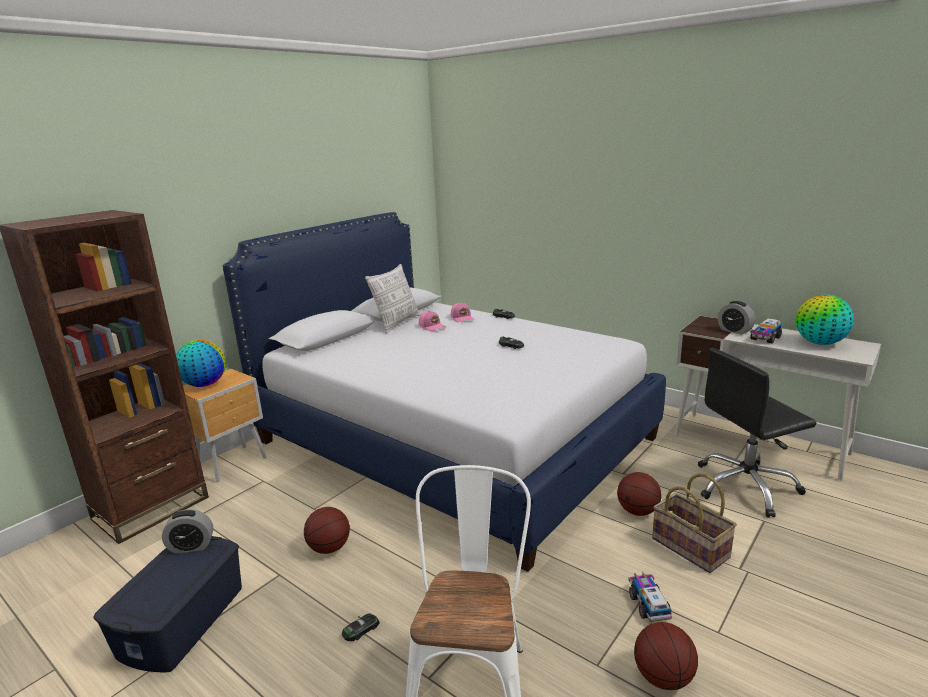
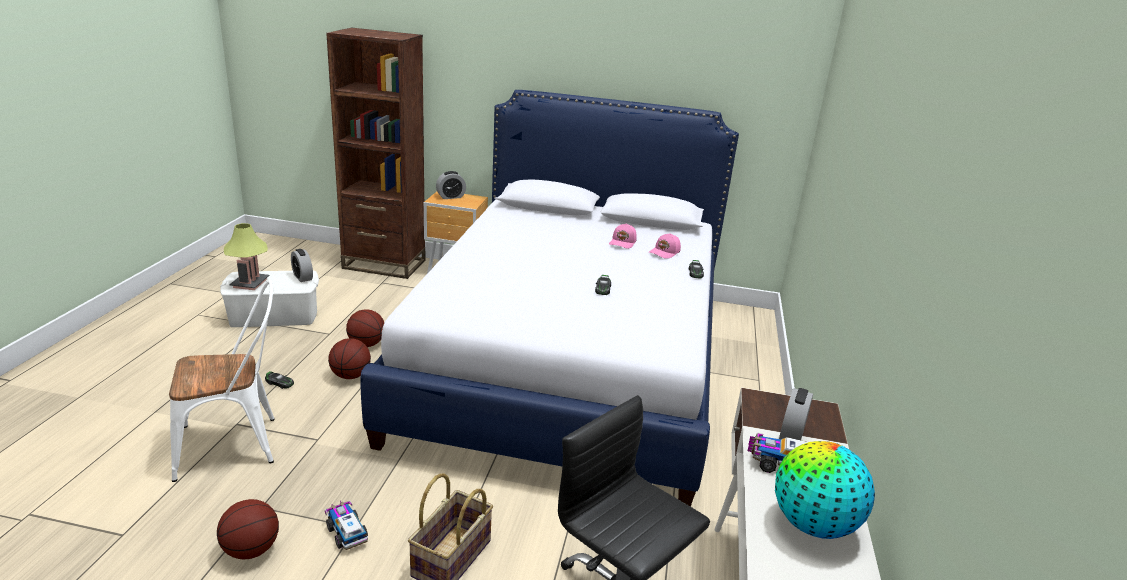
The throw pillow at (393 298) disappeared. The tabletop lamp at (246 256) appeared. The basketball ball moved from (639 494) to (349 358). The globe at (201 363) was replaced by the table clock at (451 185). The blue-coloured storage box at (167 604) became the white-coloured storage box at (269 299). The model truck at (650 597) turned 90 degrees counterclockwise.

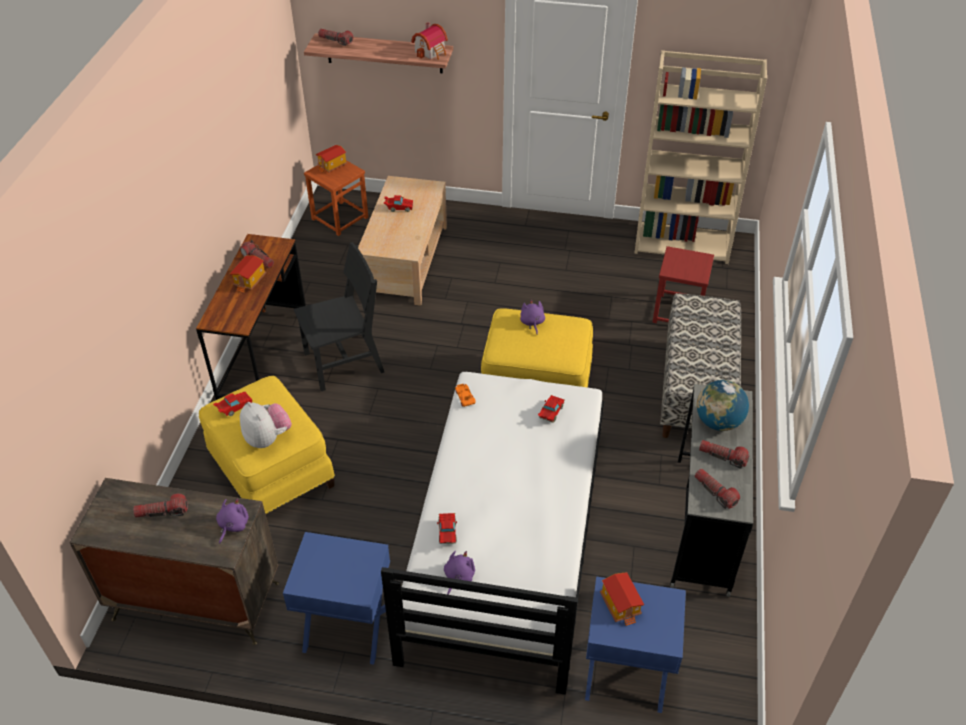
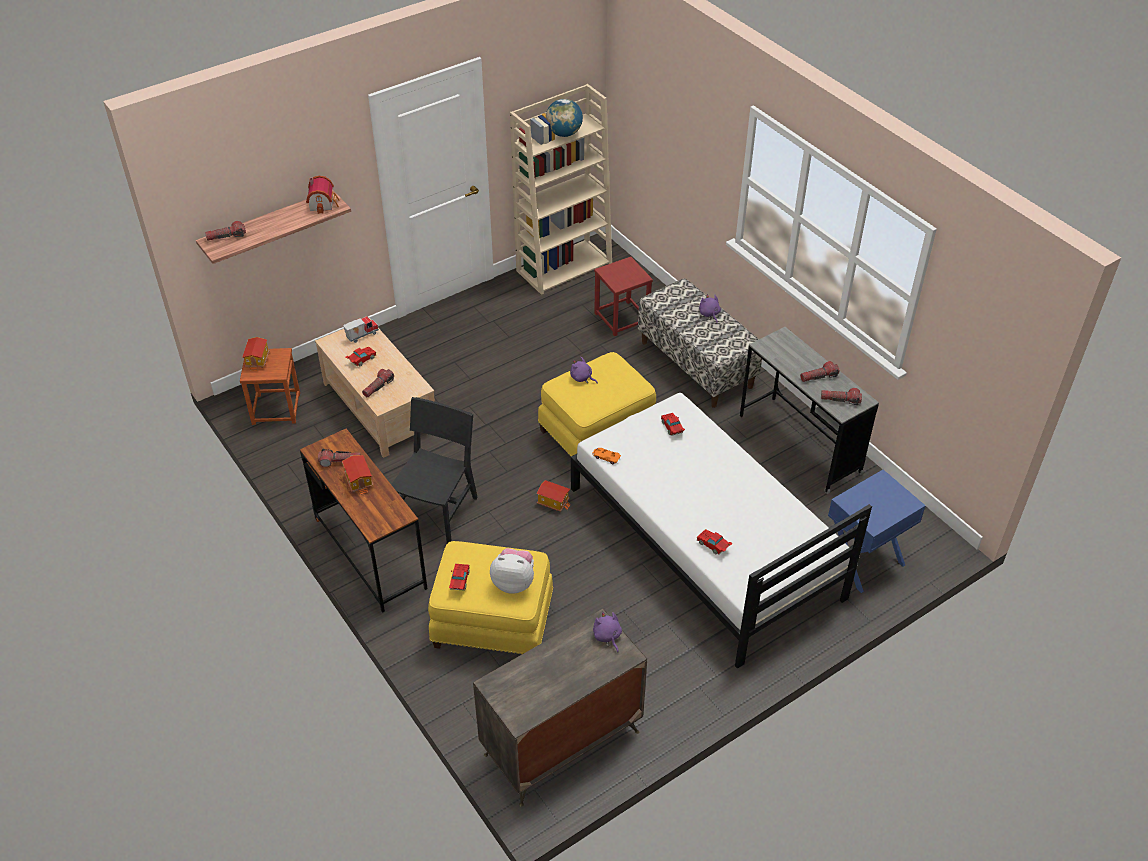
The blue-coloured nightstand at (336 598) disappeared. The model truck at (361 329) appeared. The hand torch moved from (160 505) to (378 383). The purple cuddly toy moved from (459 573) to (710 308). The toy house moved from (622 599) to (553 496). The globe moved from (723 405) to (564 118).

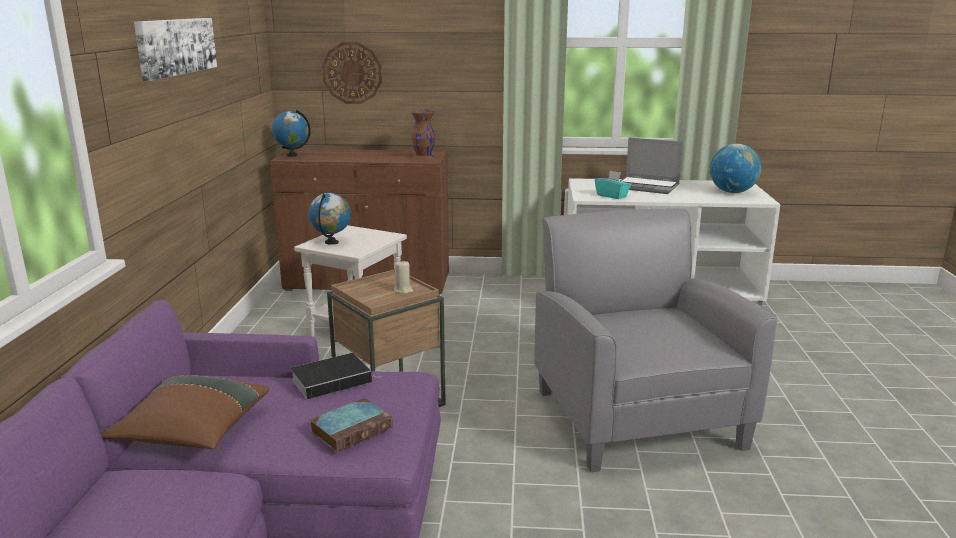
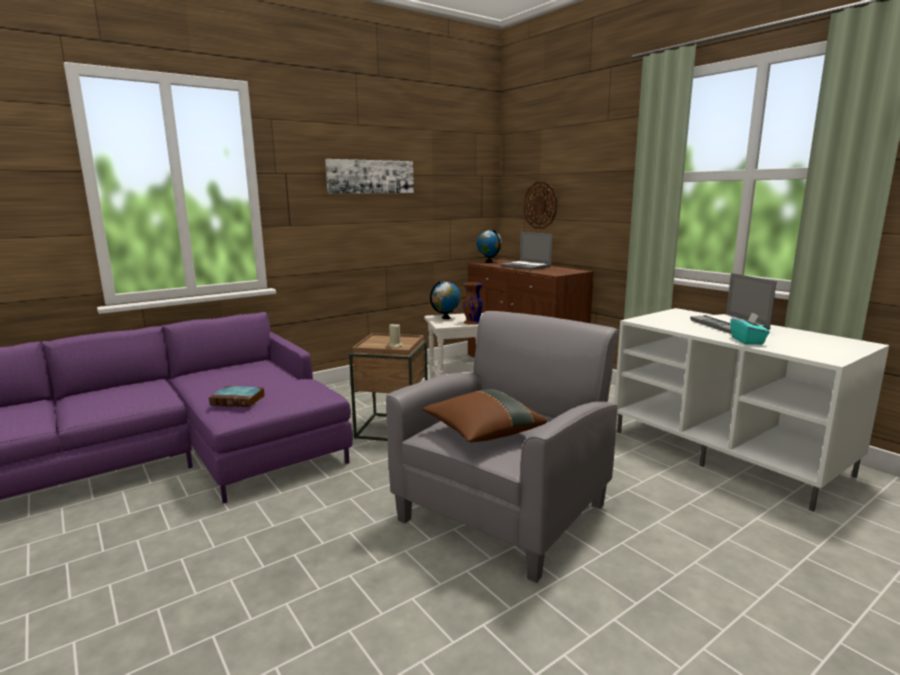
The book at (336 376) disappeared. The globe at (735 168) disappeared. The laptop at (526 251) appeared. The brown-coloured throw pillow moved from (185 412) to (485 415). The brown-coloured decorative vase moved from (423 135) to (473 303). The blue-green box of tissues moved from (613 185) to (750 329).

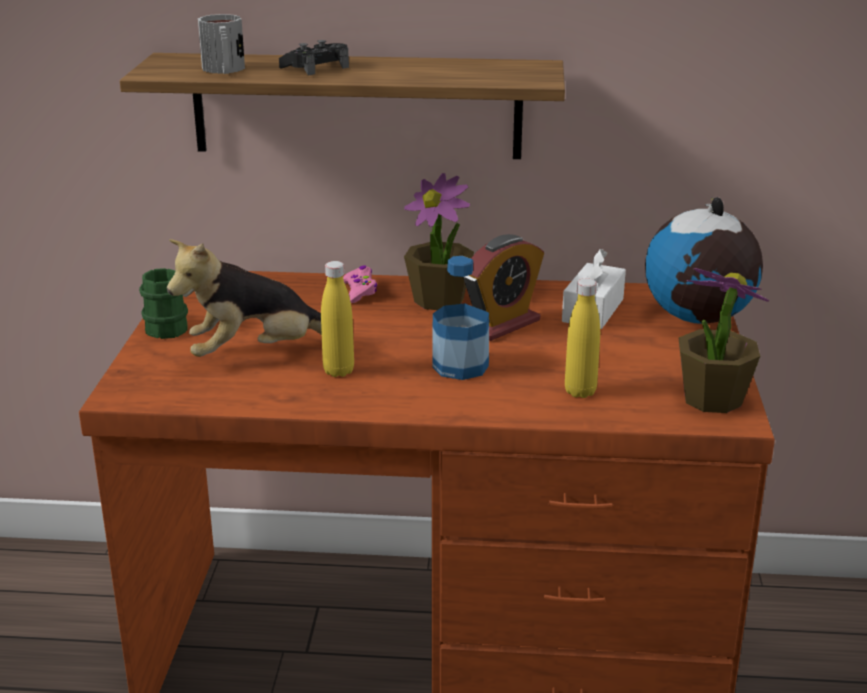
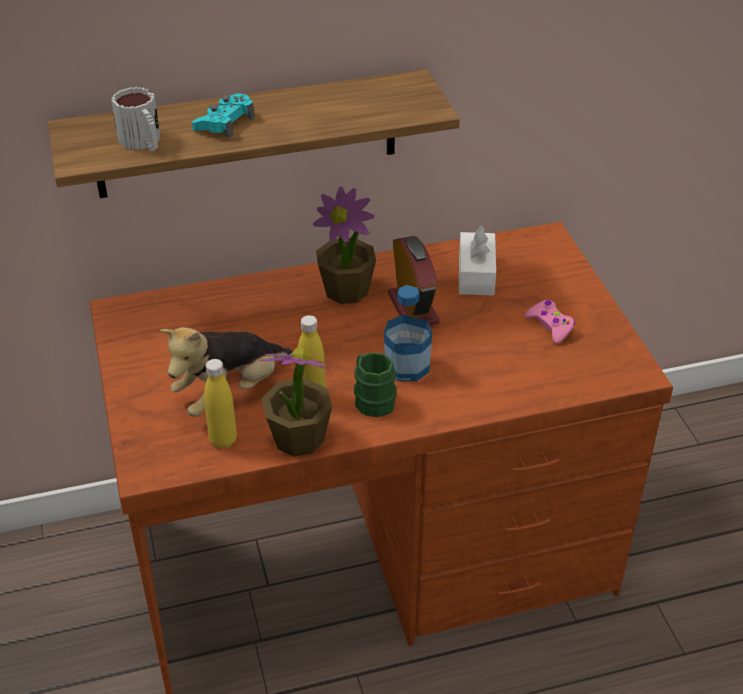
The globe at (704 260) disappeared. The green tea mug moved from (163 303) to (375 384). The pink gamepad moved from (360 284) to (550 322). The yellow-coloured drink bottle moved from (582 338) to (220 404). The potted plant moved from (724 340) to (296 402). The black gamepad at (314 57) became the blue-green gamepad at (223 116). The table clock at (503 287) turned 45 degrees counterclockwise.

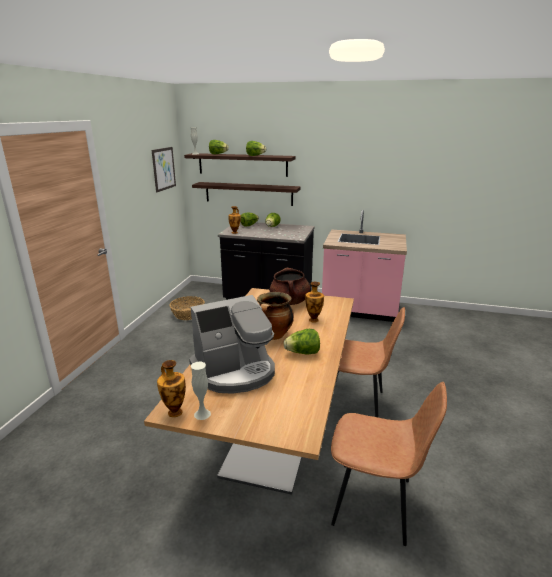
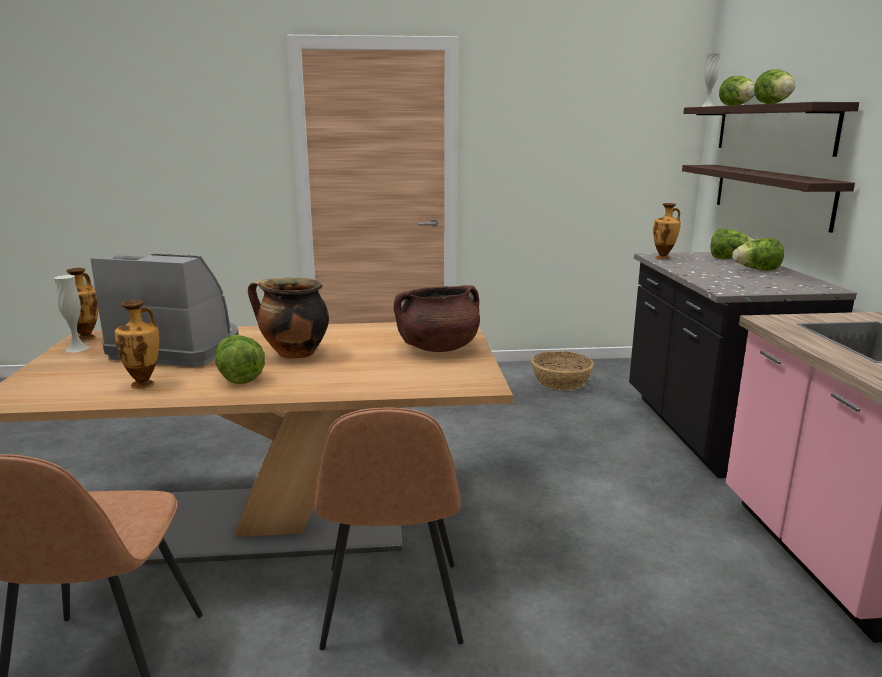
The wall art at (164 169) disappeared. The decorative vase moved from (314 302) to (137 344). The coffee maker at (232 344) turned 150 degrees clockwise.

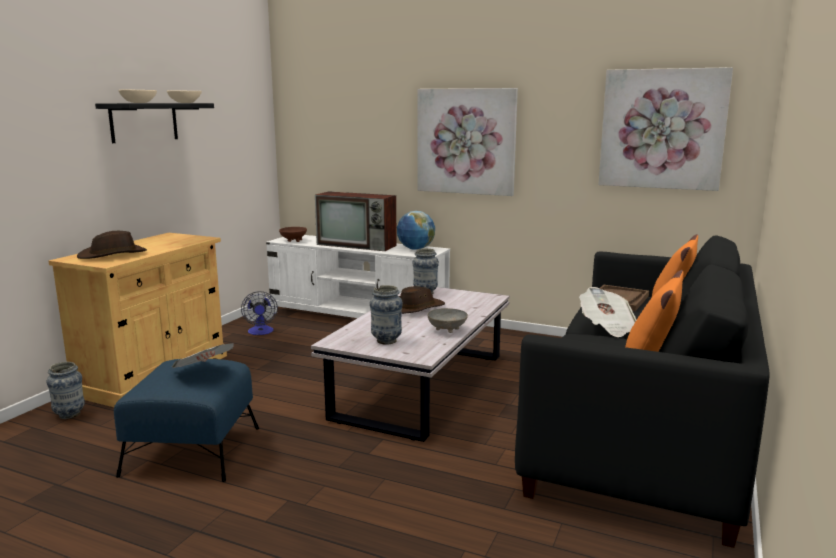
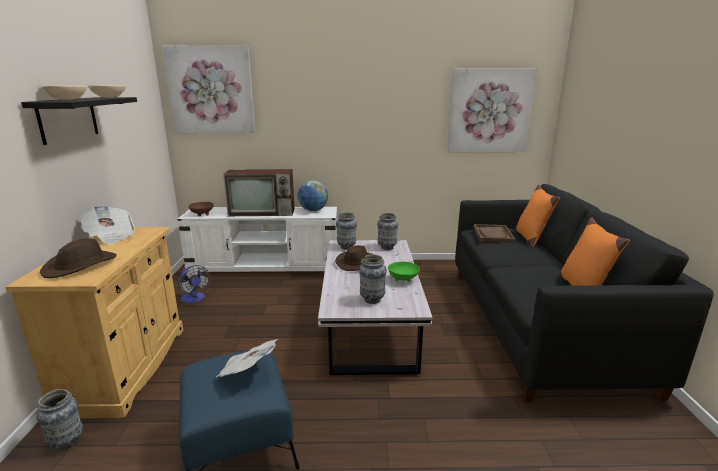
The decorative vase at (387 231) appeared. The wall art moved from (468 142) to (208 89). The daily paper moved from (607 312) to (108 225). The gray bowl at (447 320) became the green bowl at (404 272).

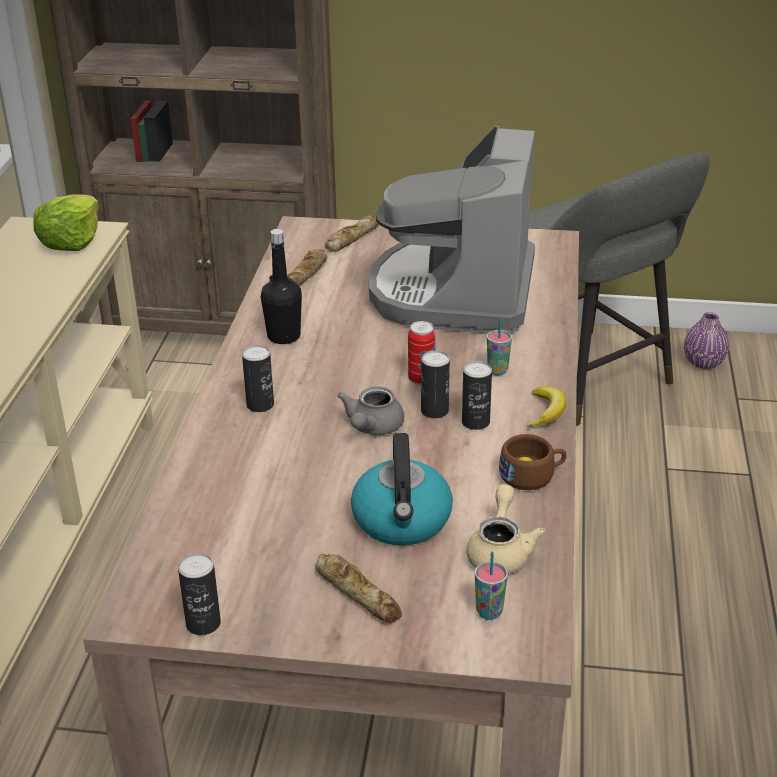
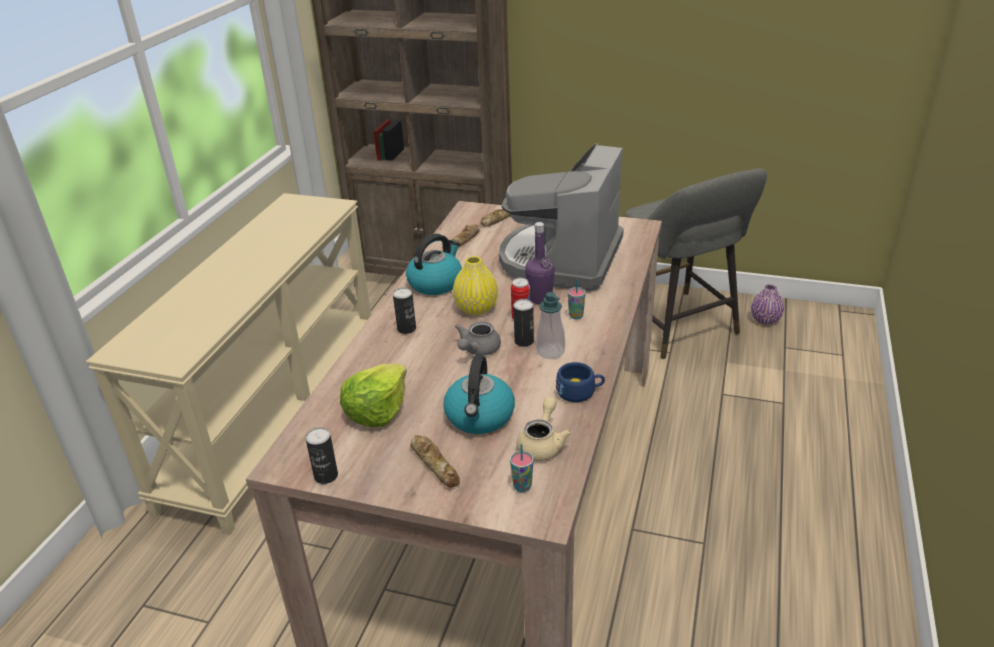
The whole banana at (546 407) disappeared. The yellow-coloured decorative vase at (475 285) appeared. The purple drink bottle at (540 263) appeared. The head of lettuce moved from (66 223) to (373 395). The black drink bottle at (281 286) was replaced by the water kettle at (434 264). The metal can at (477 395) was replaced by the soap dispenser at (550 325). The brown-coloured drinking cup at (532 462) became the blue-coloured drinking cup at (580 382).

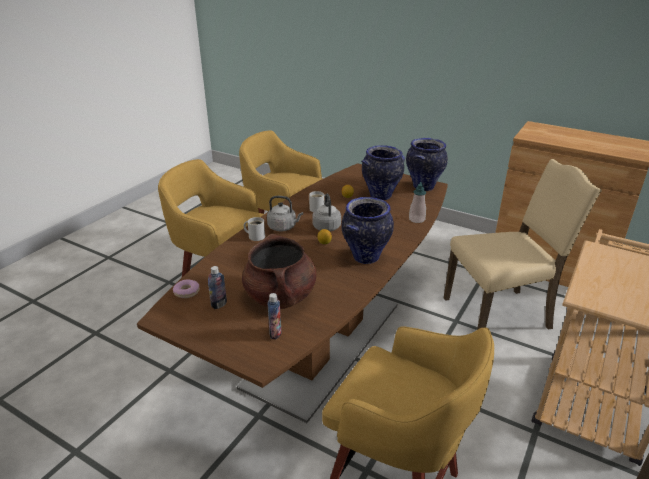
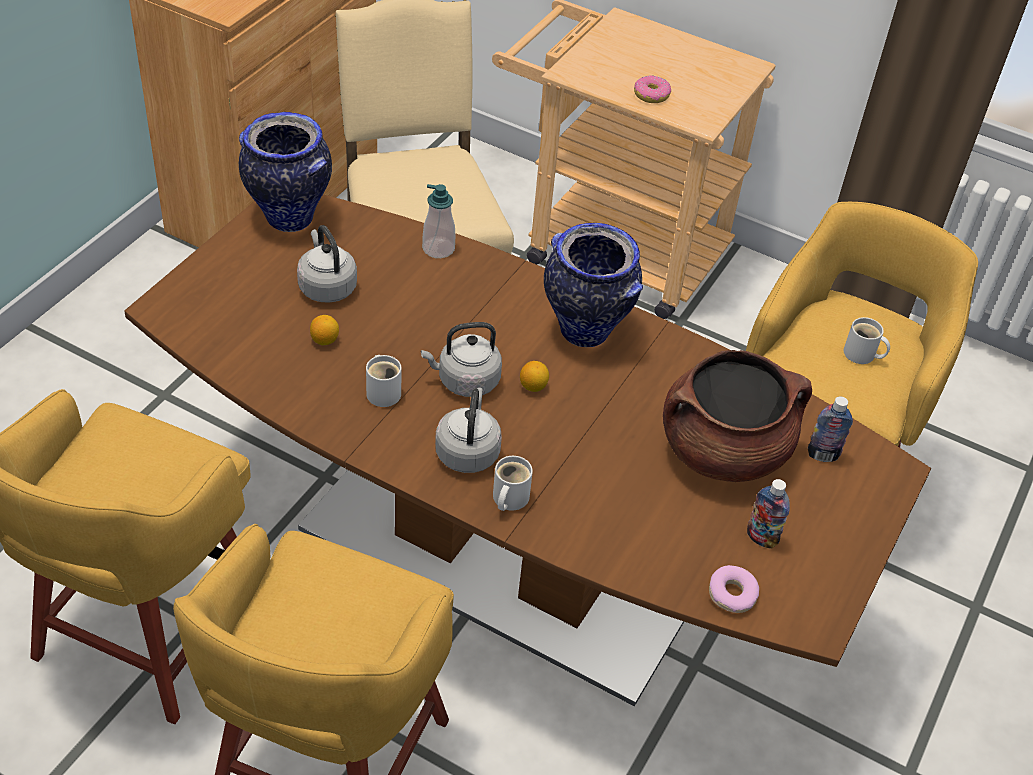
The donut at (652 89) appeared. The white-coloured tea mug at (867 340) appeared. The decorative vase at (383 173) was replaced by the gray water kettle at (327 264).

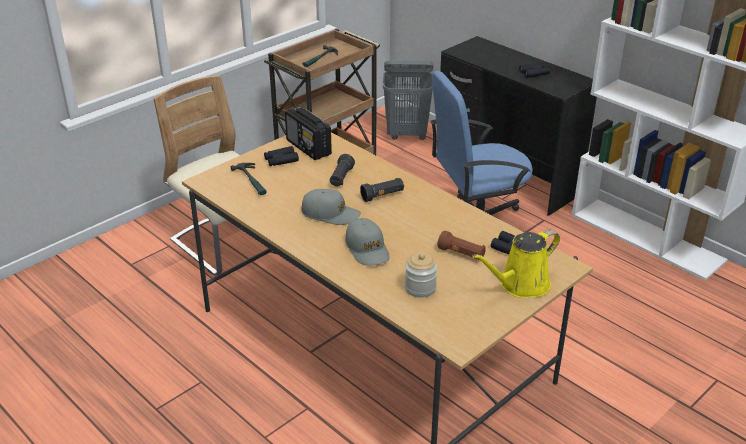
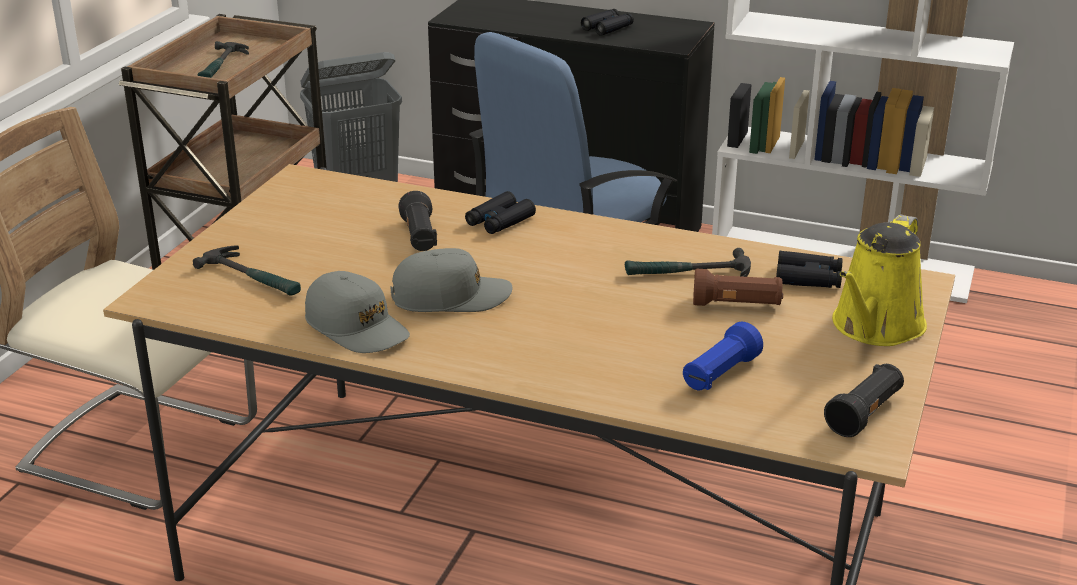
The radio at (308 133) disappeared. The hand hammer at (688 262) appeared. The black field glasses moved from (281 156) to (500 212). The gray baseball cap moved from (367 242) to (357 312). The black hand torch moved from (382 190) to (864 400). The storage jar at (421 275) was replaced by the blue-coloured hand torch at (723 356).

